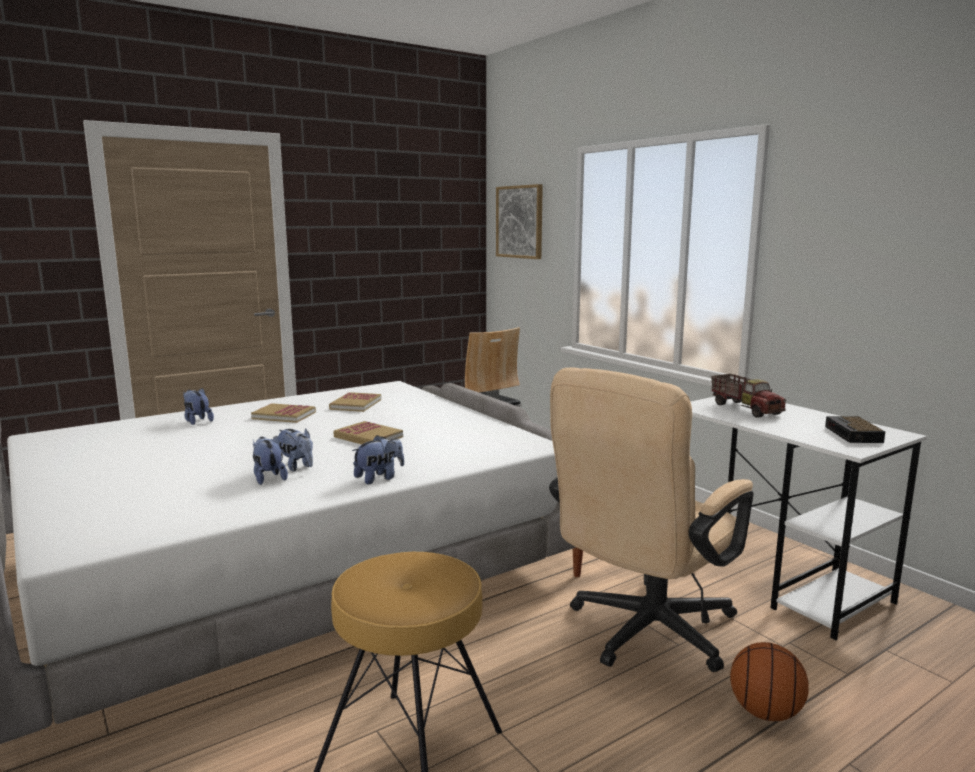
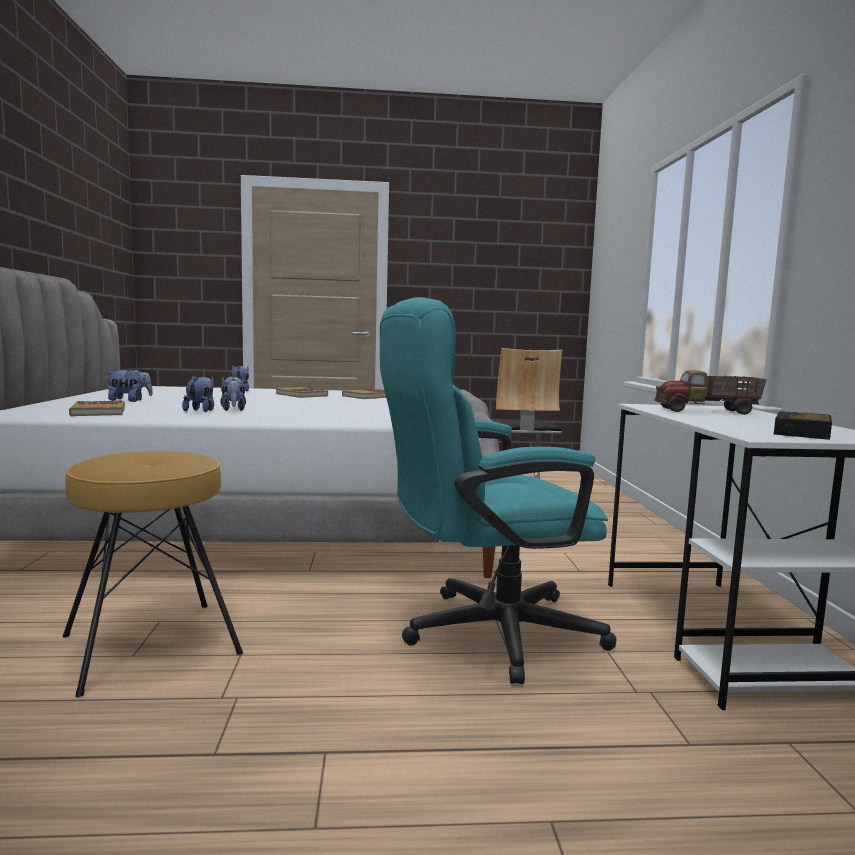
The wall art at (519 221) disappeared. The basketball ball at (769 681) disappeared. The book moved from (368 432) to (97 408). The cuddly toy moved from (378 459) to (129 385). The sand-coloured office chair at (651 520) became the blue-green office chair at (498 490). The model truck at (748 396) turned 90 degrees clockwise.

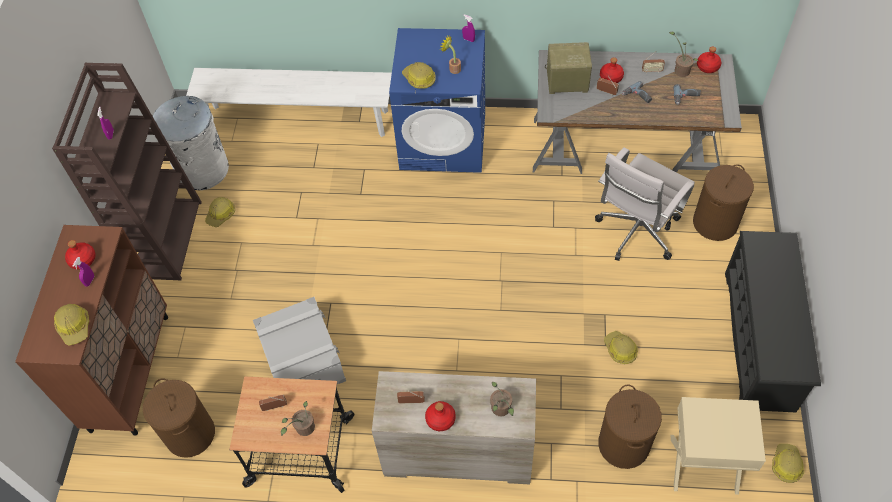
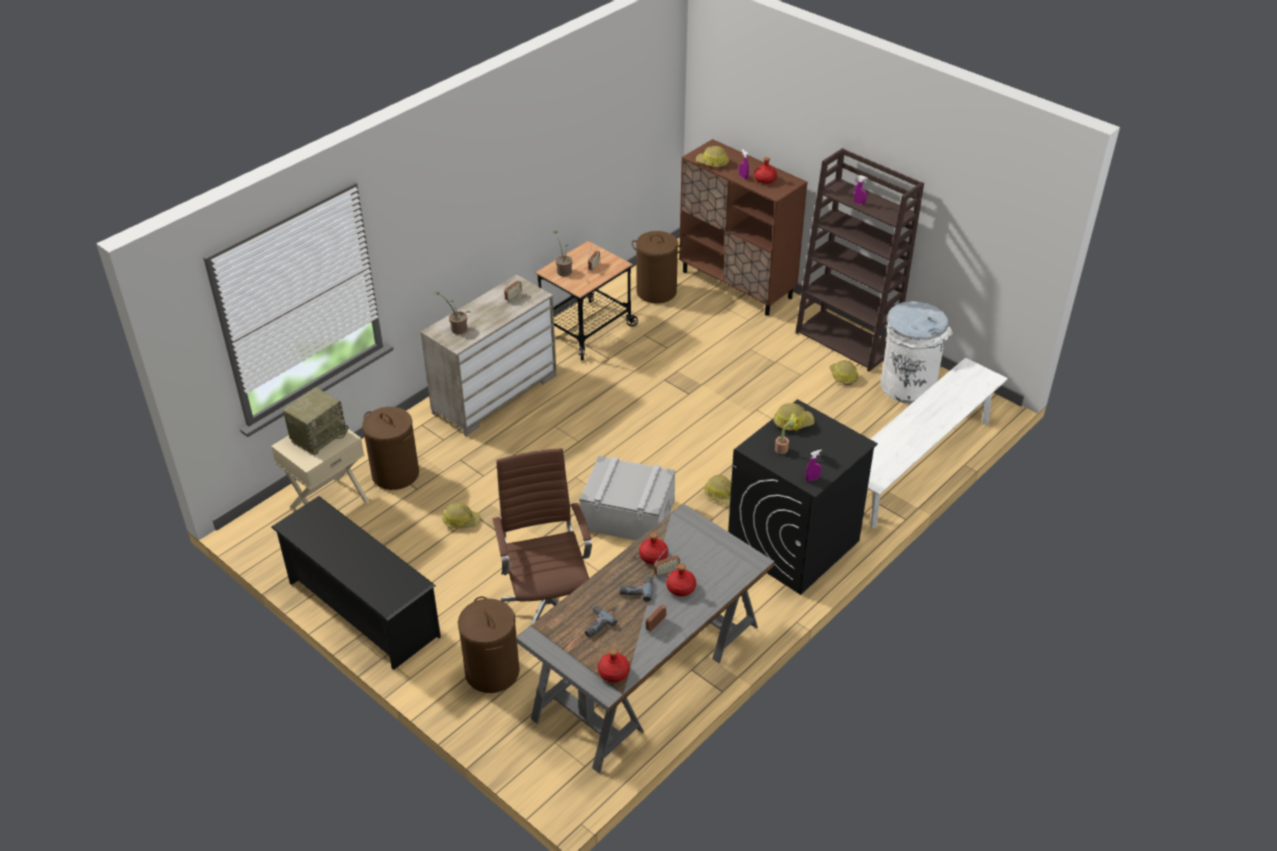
The potted plant at (683 54) disappeared. The gray storage box moved from (299 340) to (627 498). The red drink bottle moved from (440 416) to (653 548). The radio moved from (568 68) to (316 421). The hard hat moved from (788 463) to (718 490). The blue-coloured washing machine at (437 100) became the black washing machine at (803 497). The white-coloured office chair at (645 204) became the brown-coloured office chair at (542 537).

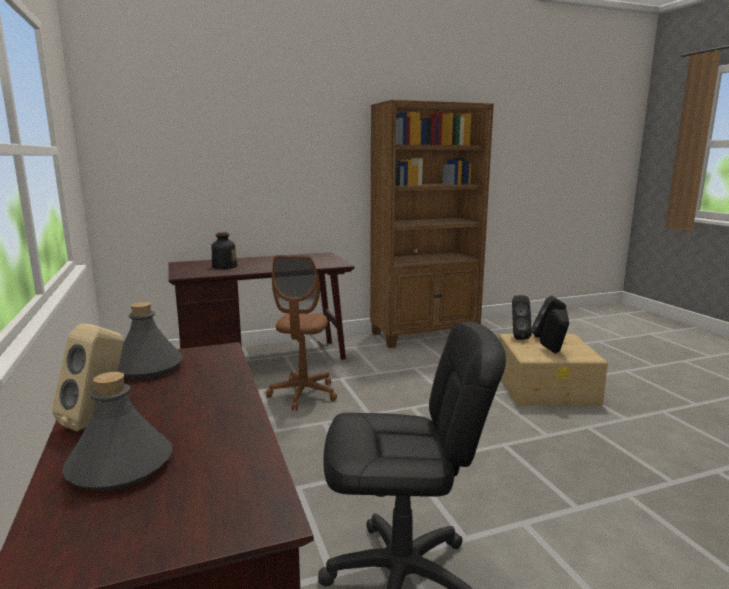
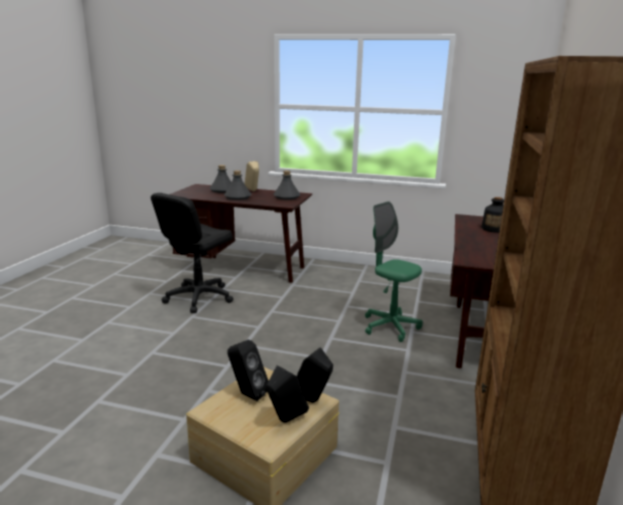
The gray drink bottle at (238 185) appeared. The brown-coloured office chair at (301 333) became the green office chair at (394 271).

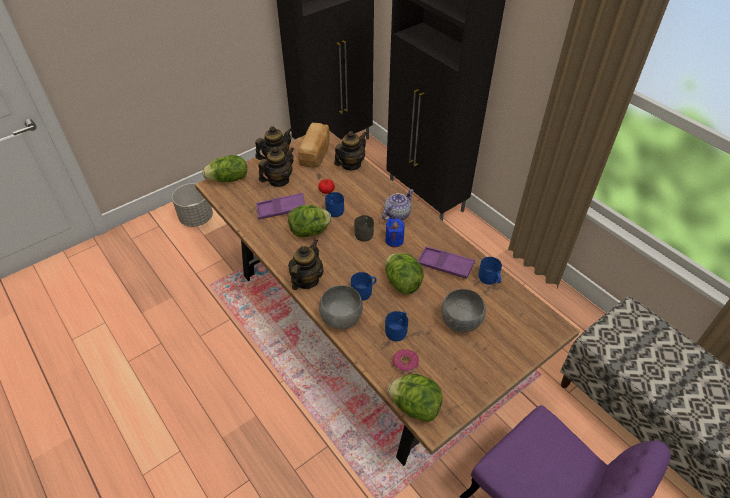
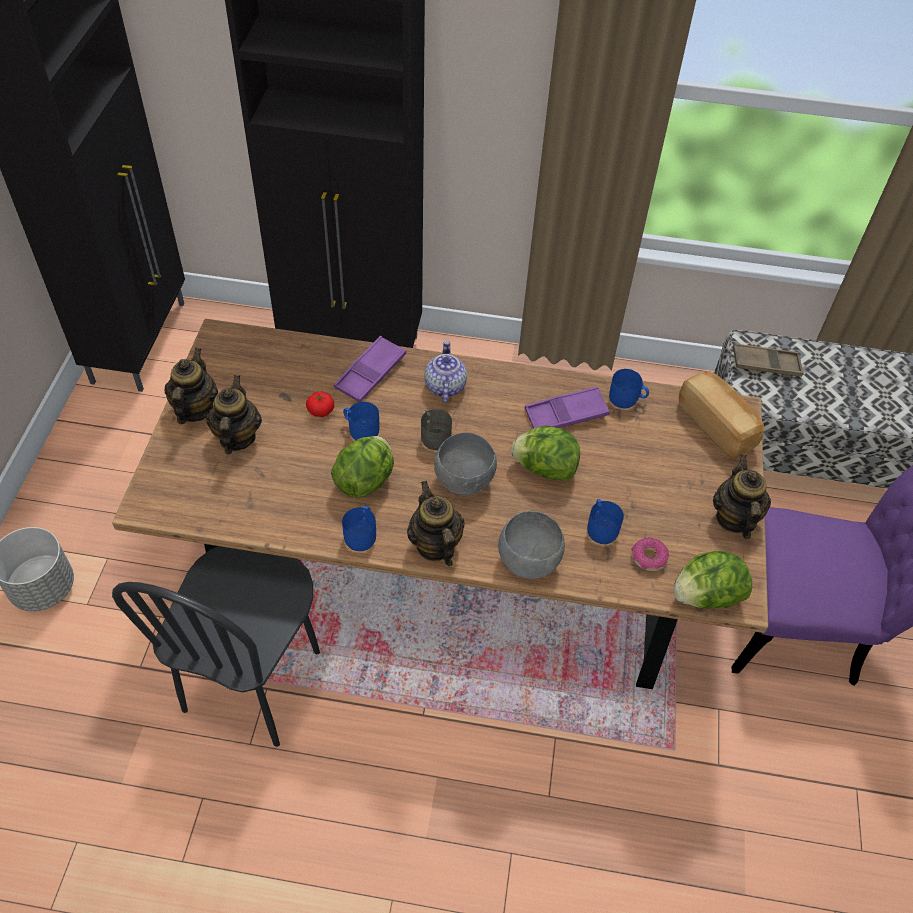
The head of lettuce at (224 168) disappeared. The blue-coloured candle at (395 232) disappeared. The black plain chair at (216 646) appeared. The brown-coloured serving tray at (768 360) appeared. The purple serving tray moved from (281 206) to (370 369). The baked bread moved from (314 145) to (722 414). The pot for tea moved from (350 150) to (742 496). The blue-coloured tea mug moved from (363 286) to (359 528). The gray bowl moved from (463 311) to (465 464).

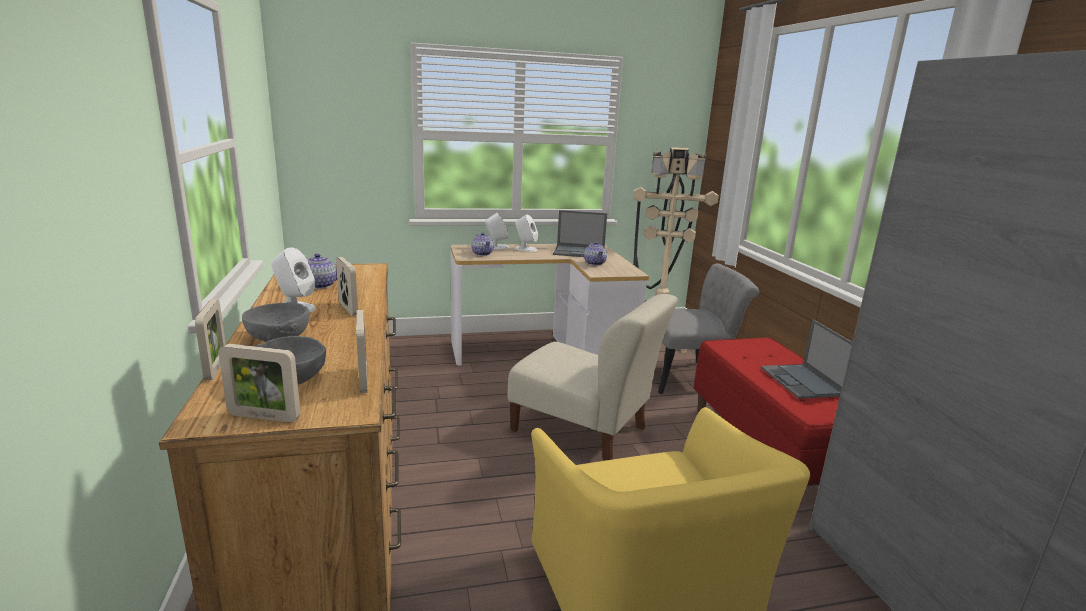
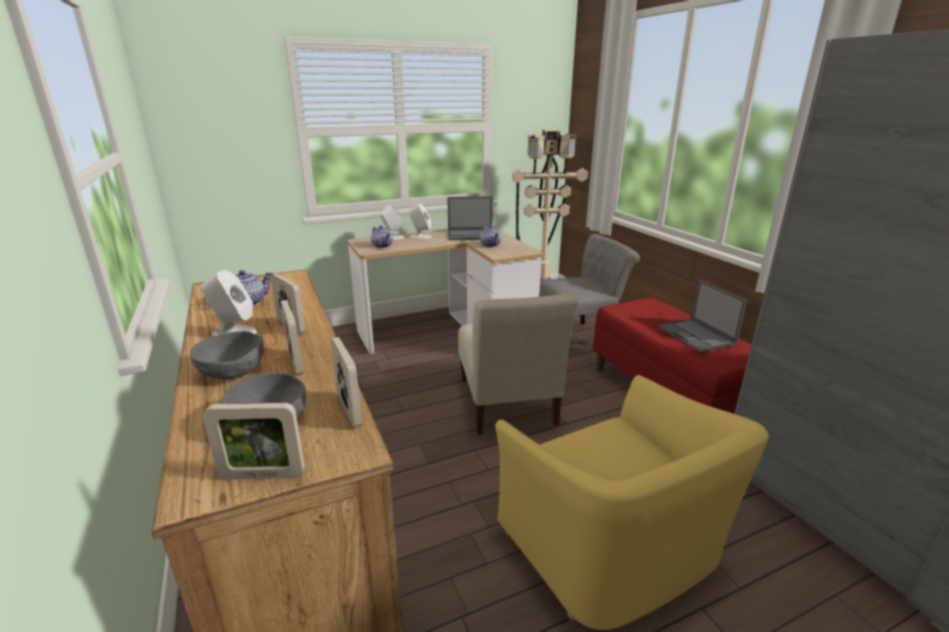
The standing frame moved from (210 339) to (291 337). The sand-coloured plain chair at (593 377) turned 60 degrees clockwise.

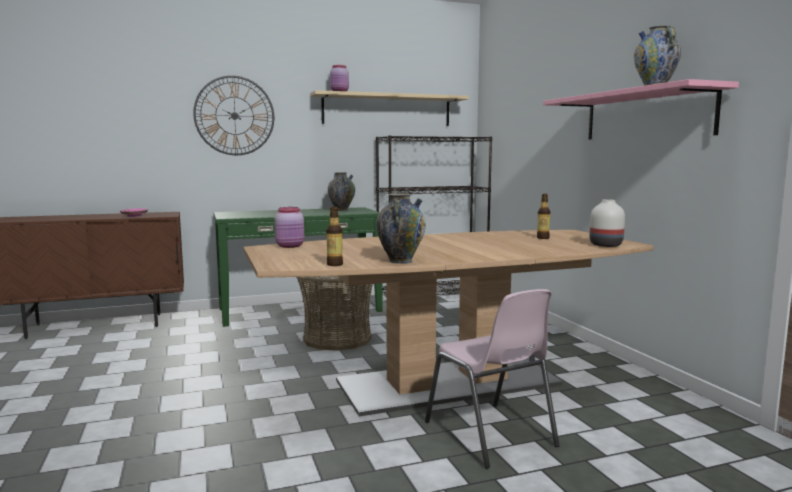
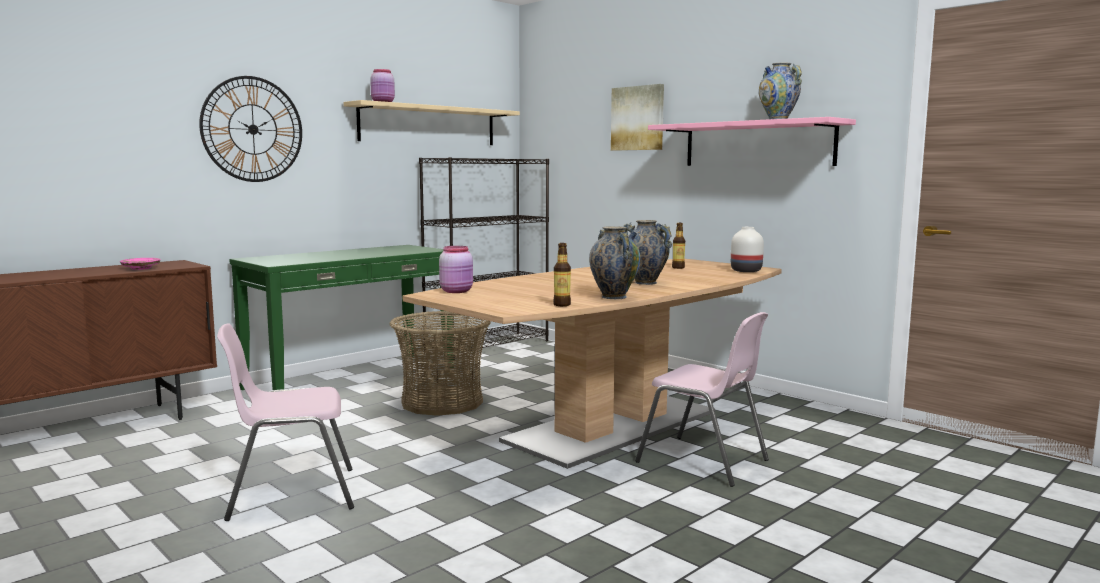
The pink plain chair at (285 422) appeared. The wall art at (637 117) appeared. The decorative vase moved from (341 191) to (647 252).

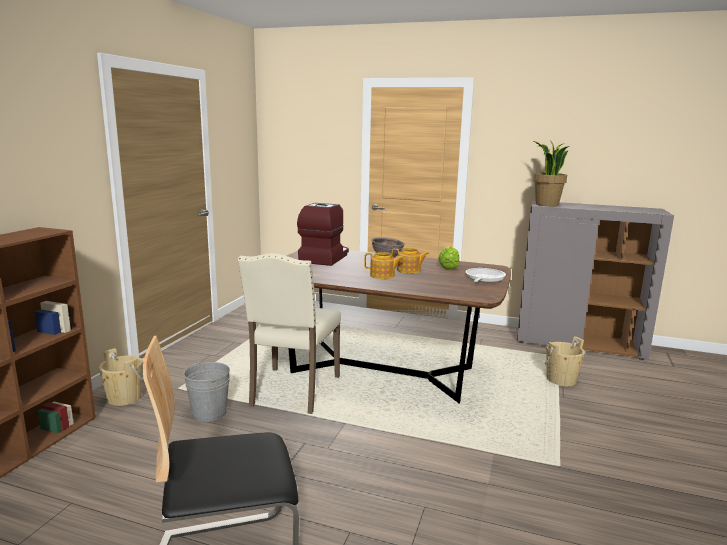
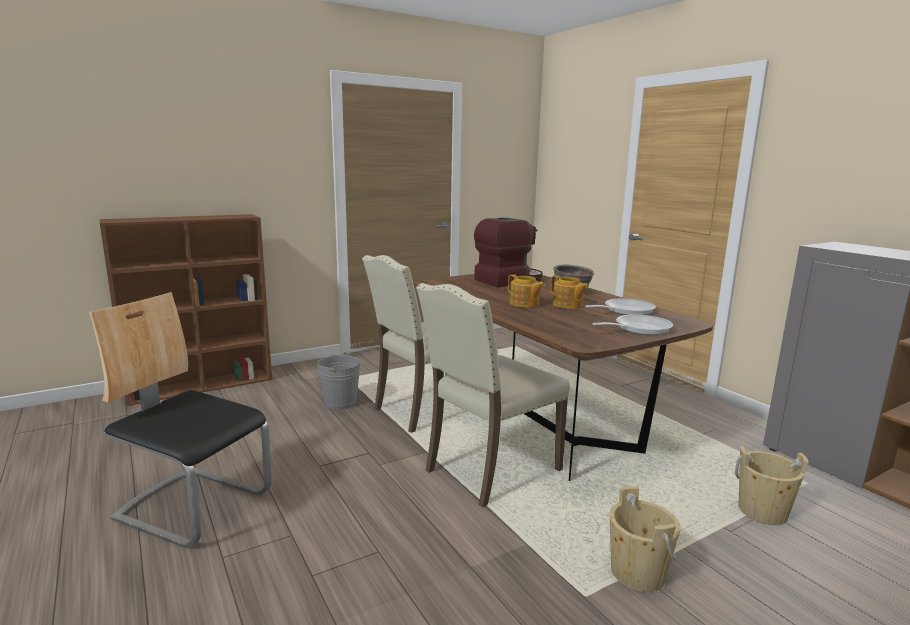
The potted plant at (551 173) disappeared. The sand-coloured plain chair at (493 395) appeared. The sand-coloured bucket moved from (121 377) to (645 539). The head of lettuce at (448 258) was replaced by the frying pan at (621 307).

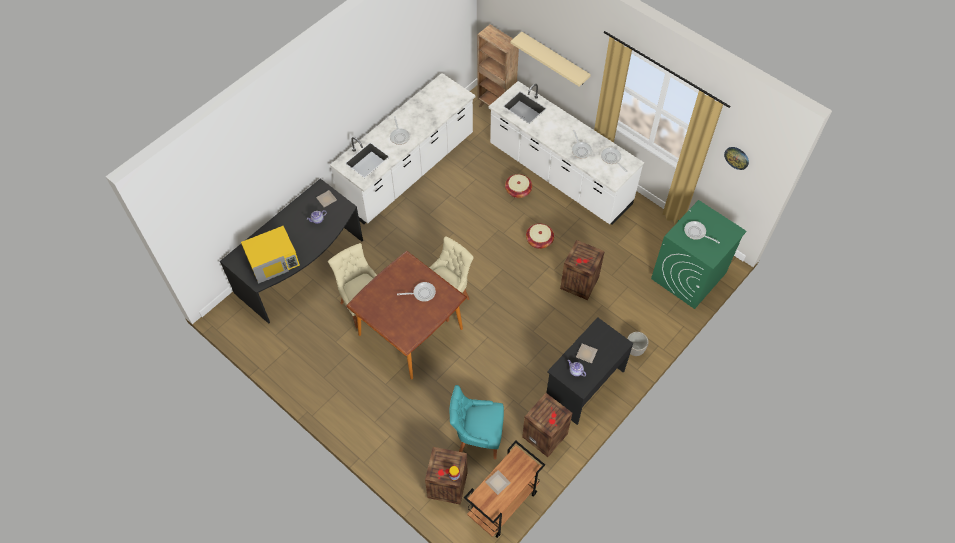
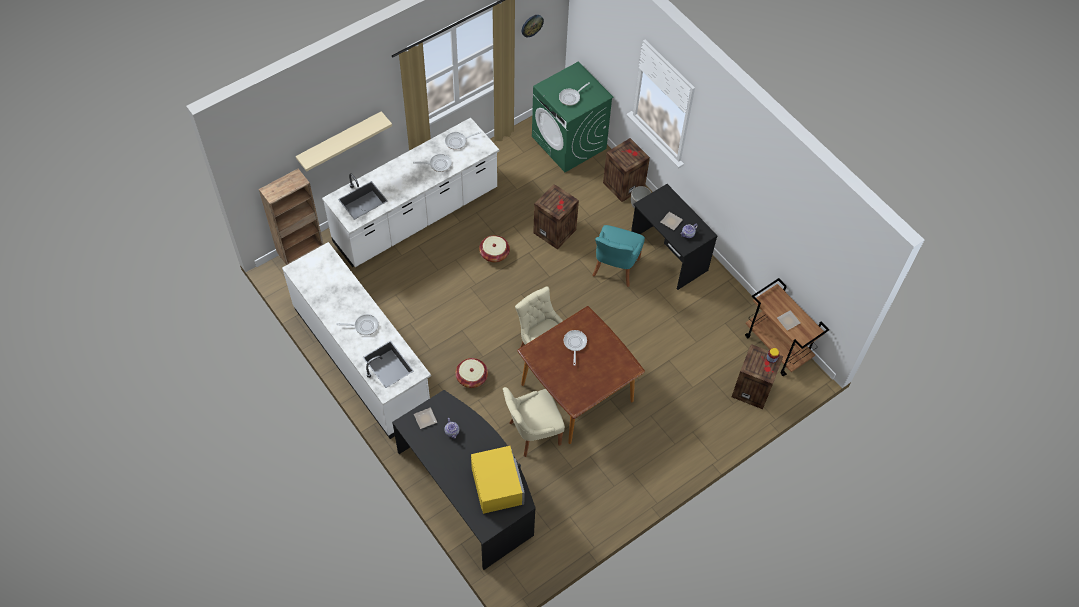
The blue-green plain chair moved from (476 422) to (618 256). The household basket moved from (518 186) to (471 373). The crate moved from (547 425) to (626 170).

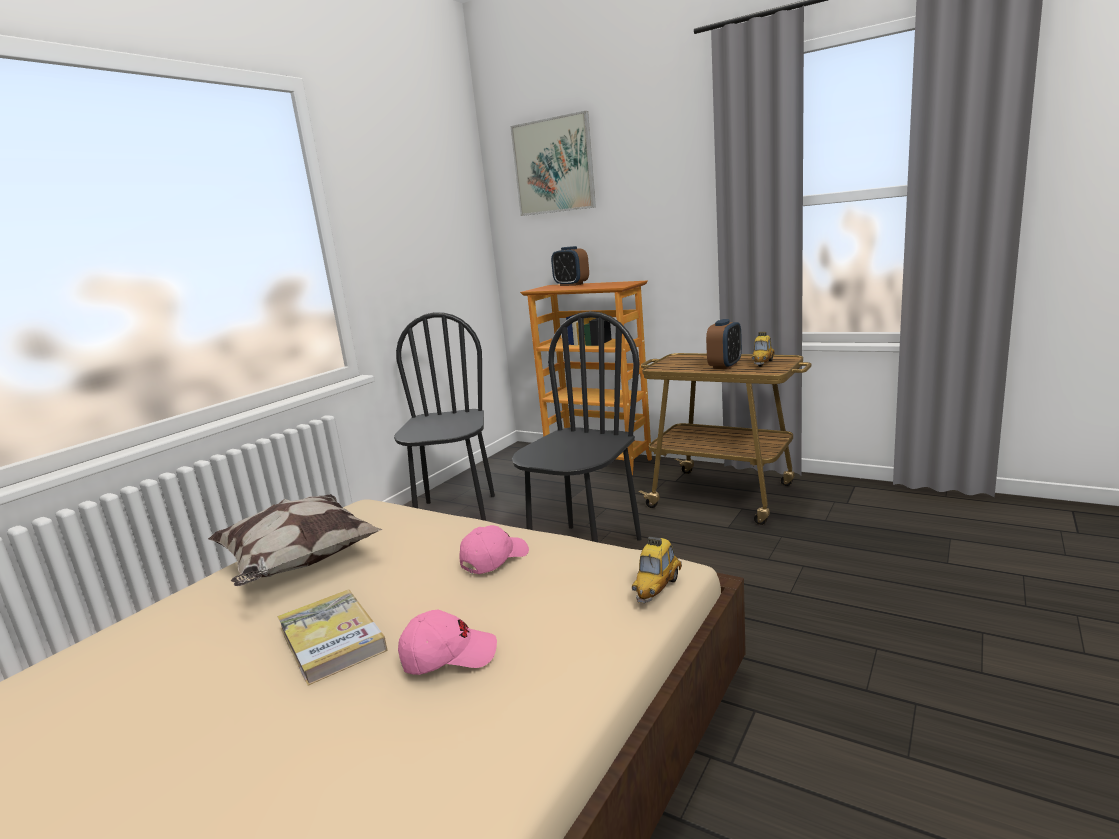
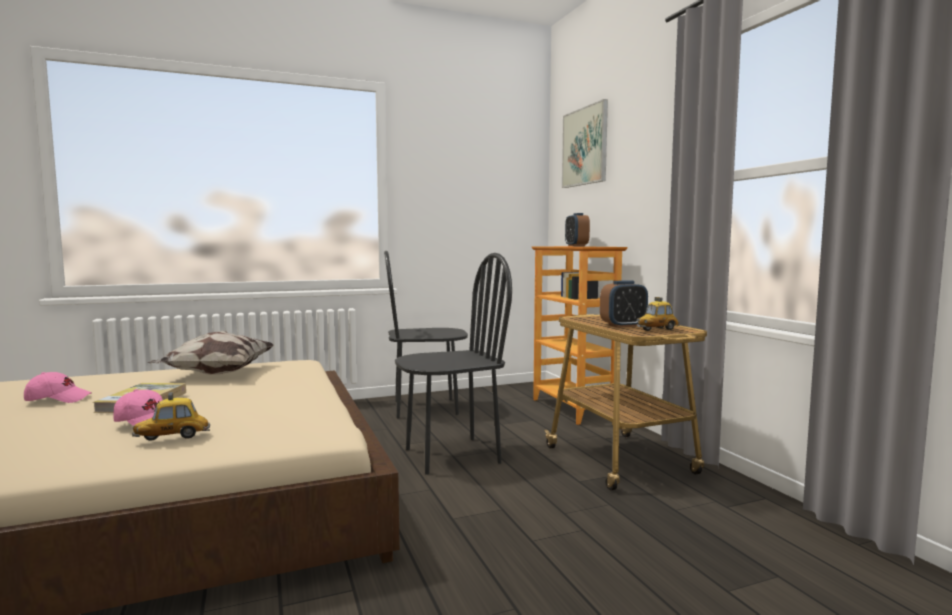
The pink baseball cap moved from (494 549) to (58 387). The toy car moved from (657 570) to (171 416). The black plain chair at (444 416) turned 135 degrees counterclockwise.

